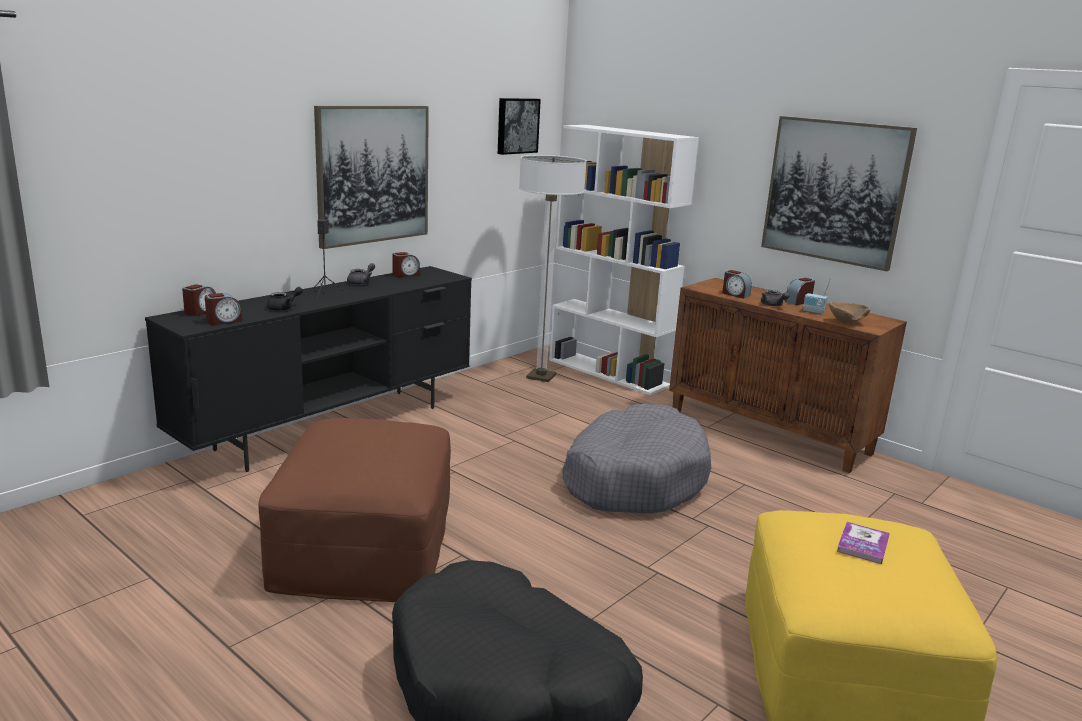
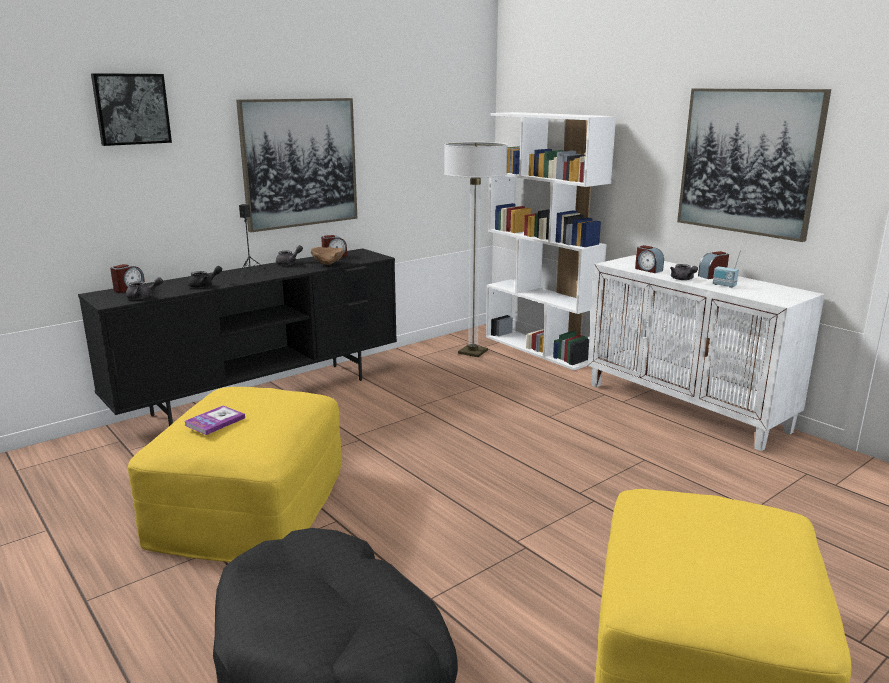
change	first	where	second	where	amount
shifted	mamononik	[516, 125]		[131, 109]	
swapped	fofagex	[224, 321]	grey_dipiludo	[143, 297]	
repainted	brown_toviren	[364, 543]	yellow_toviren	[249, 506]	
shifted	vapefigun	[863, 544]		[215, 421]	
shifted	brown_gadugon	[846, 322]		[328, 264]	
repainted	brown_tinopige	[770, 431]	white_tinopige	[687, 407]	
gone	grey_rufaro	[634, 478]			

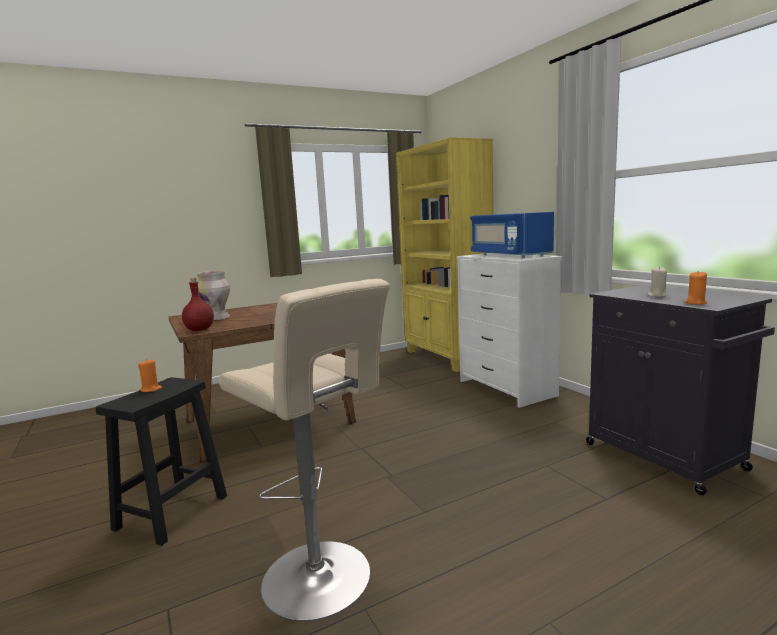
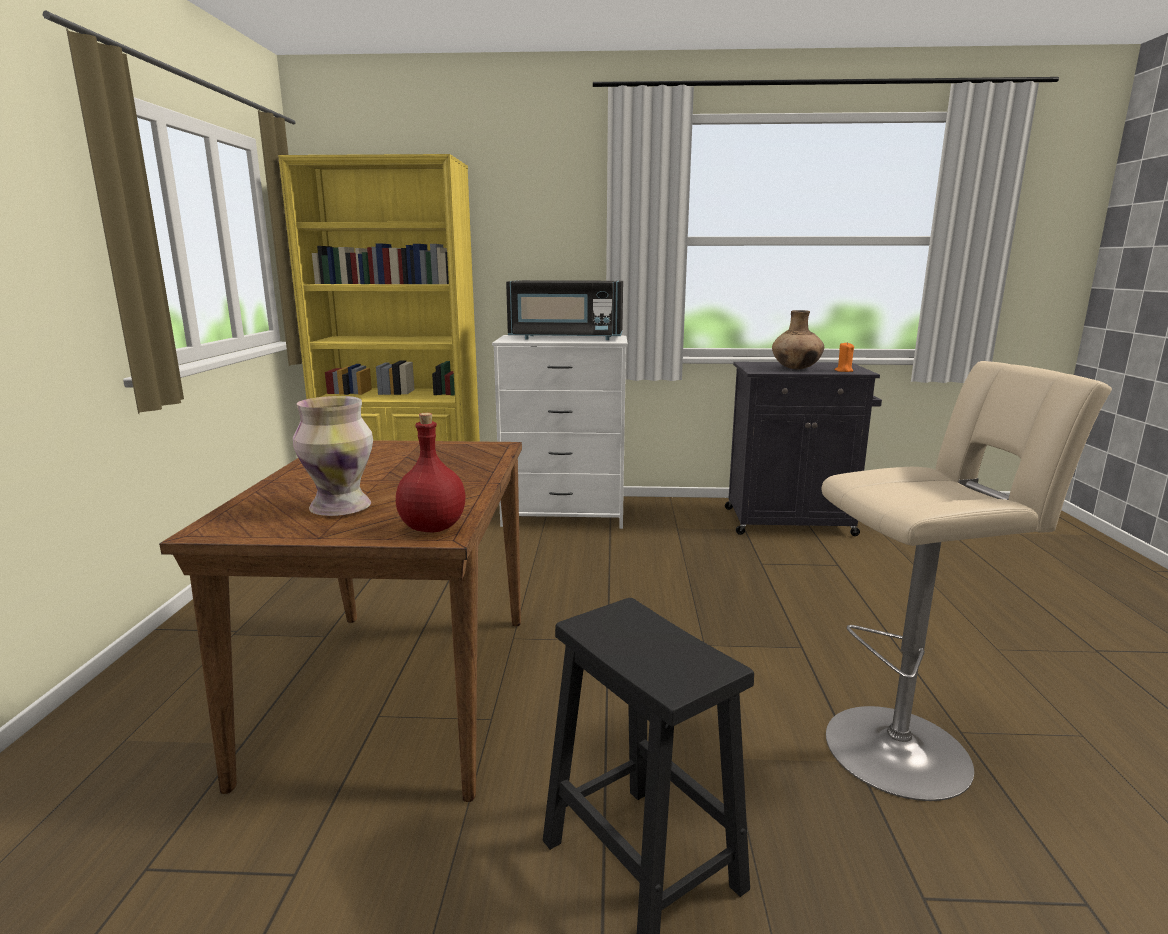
change	first	where	second	where	amount
repainted	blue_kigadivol	[509, 255]	black_kigadivol	[565, 338]	
swapped	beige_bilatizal	[657, 295]	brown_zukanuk	[796, 369]	
gone	orange_bilatizal	[151, 389]			

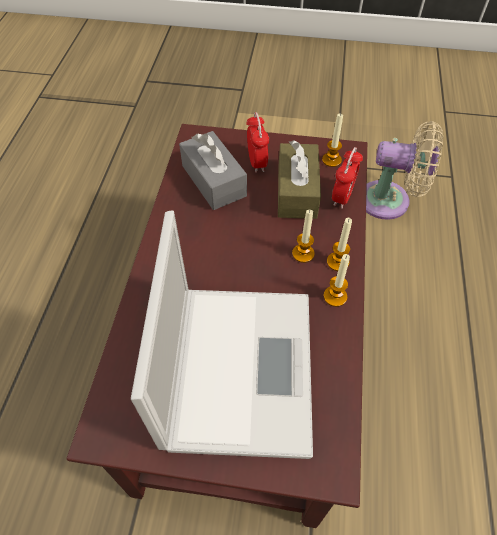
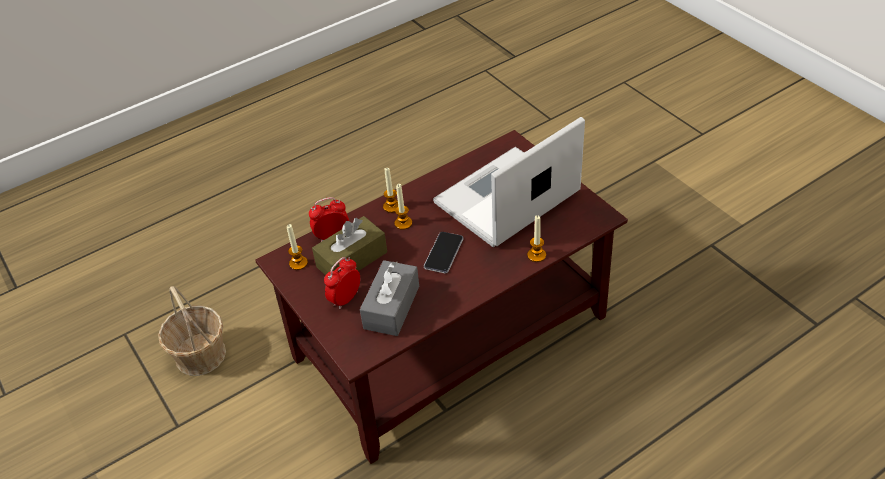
change	first	where	second	where	amount
swapped	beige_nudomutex	[389, 201]	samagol	[200, 355]	
new			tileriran	[443, 253]	
shifted	bilatizal	[335, 296]		[536, 255]	

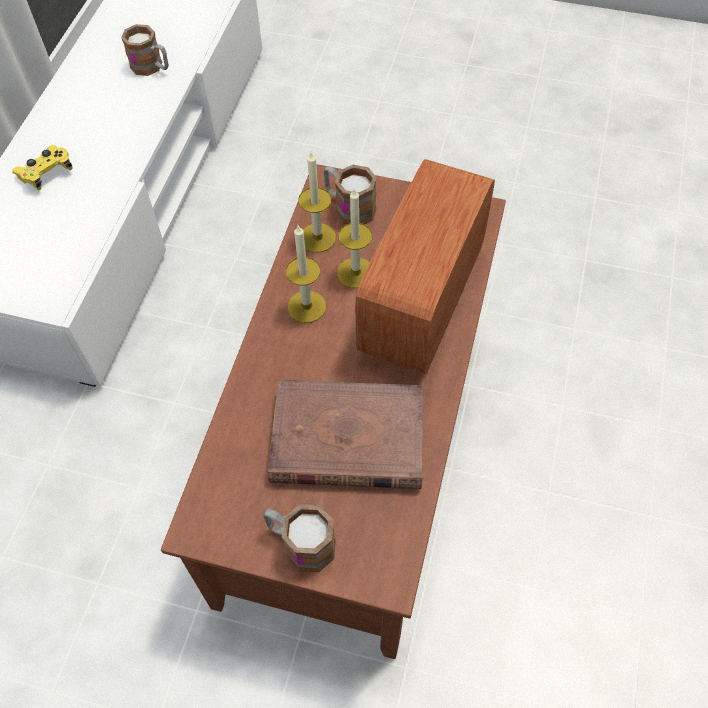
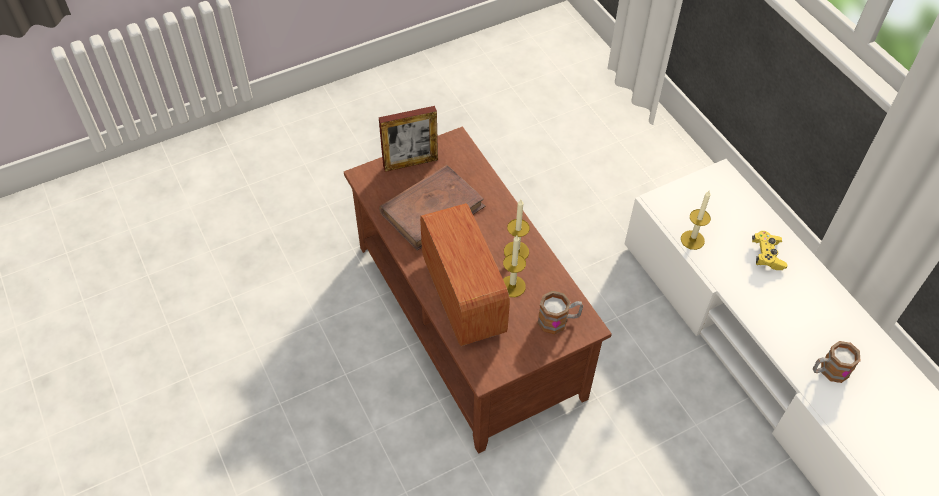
change	first	where	second	where	amount
swapped	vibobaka	[300, 543]	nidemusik	[410, 163]	
shifted	bilatizal	[317, 238]		[692, 240]	

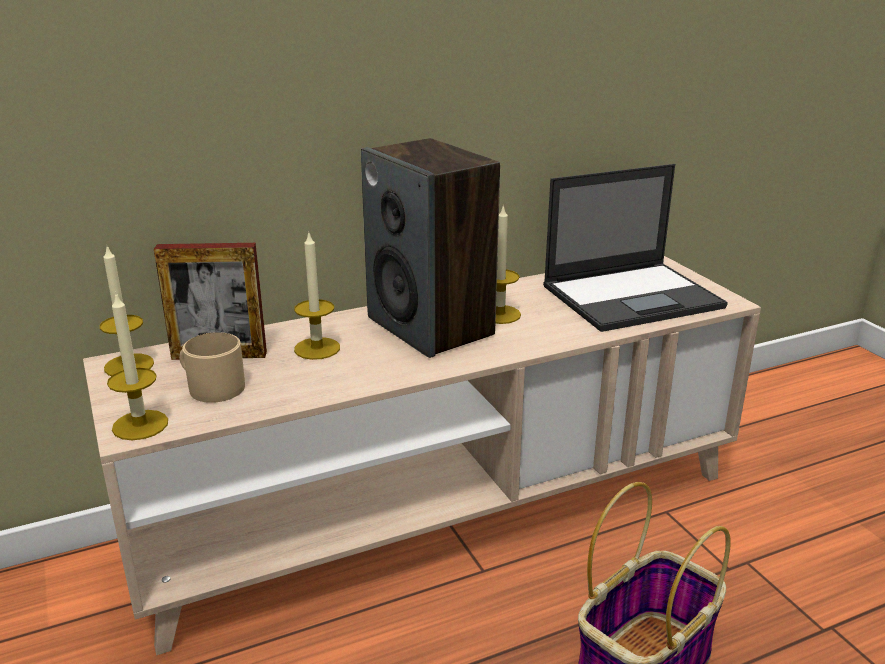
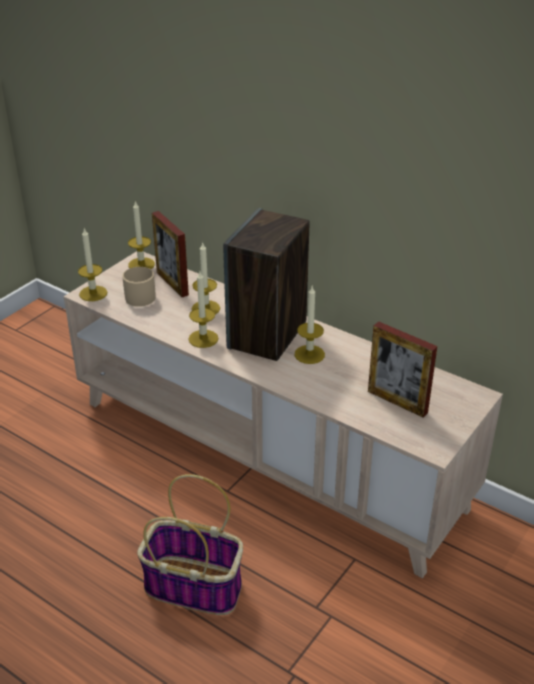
change	first	where	second	where	amount
new			bilatizal	[203, 338]	
swapped	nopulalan	[633, 296]	nidemusik	[397, 402]	

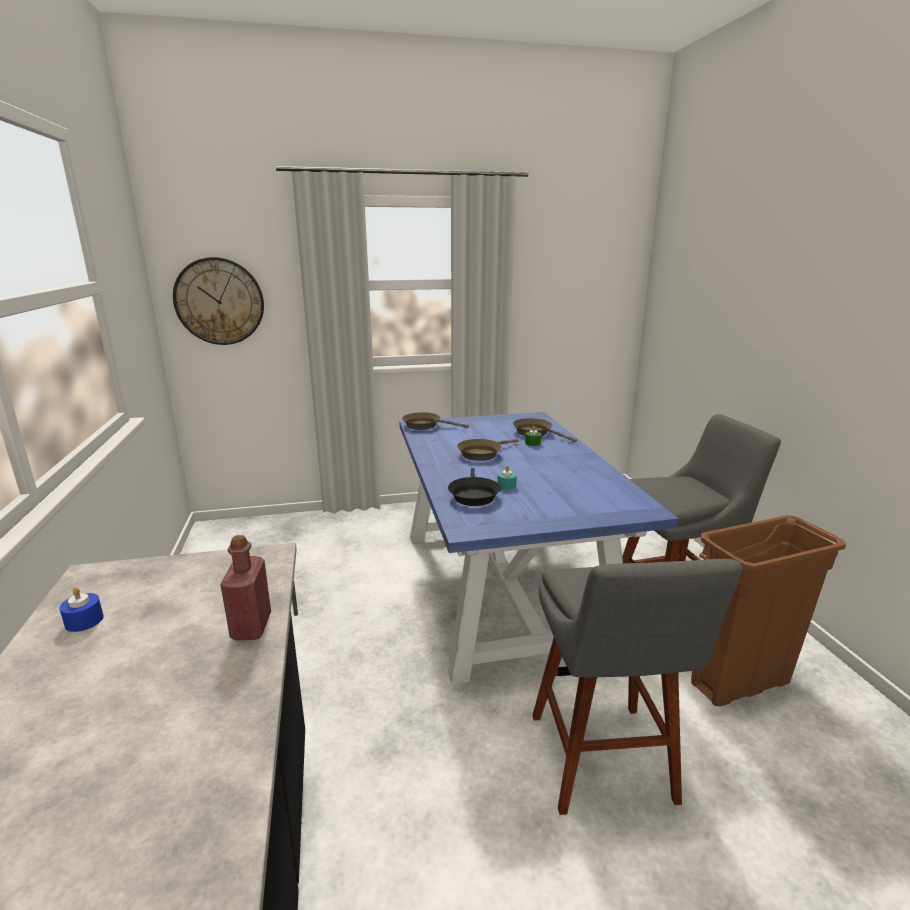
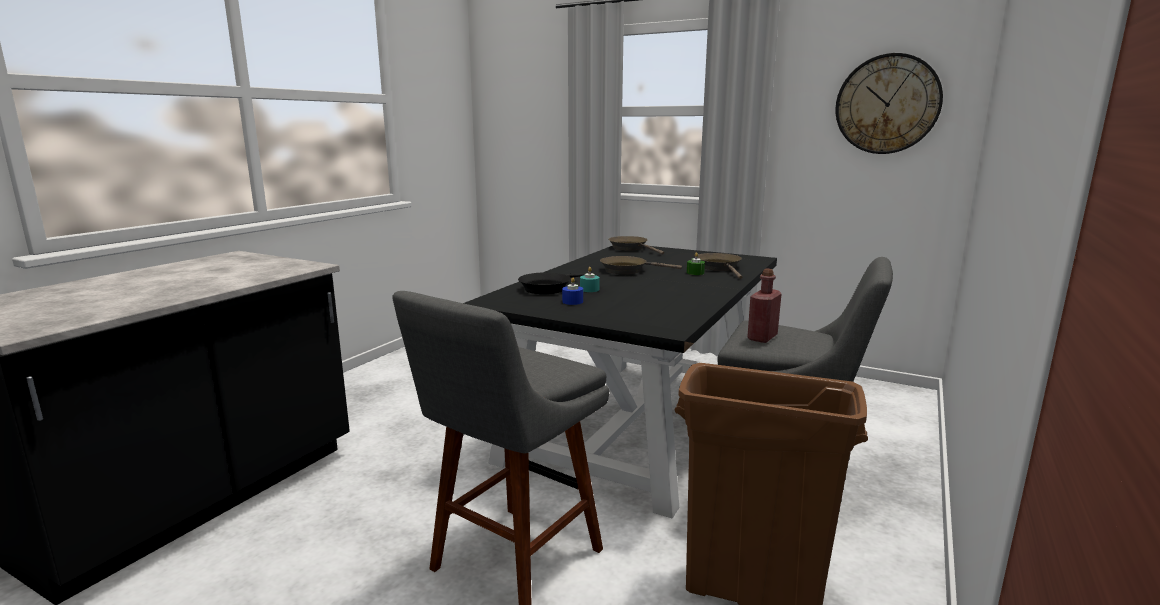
change	first	where	second	where	amount
repainted	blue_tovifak	[502, 585]	black_tovifak	[636, 423]	
shifted	blue_bilatizal	[84, 621]		[572, 301]	
shifted	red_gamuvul	[251, 626]		[762, 337]	
shifted	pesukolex	[219, 301]		[887, 104]	

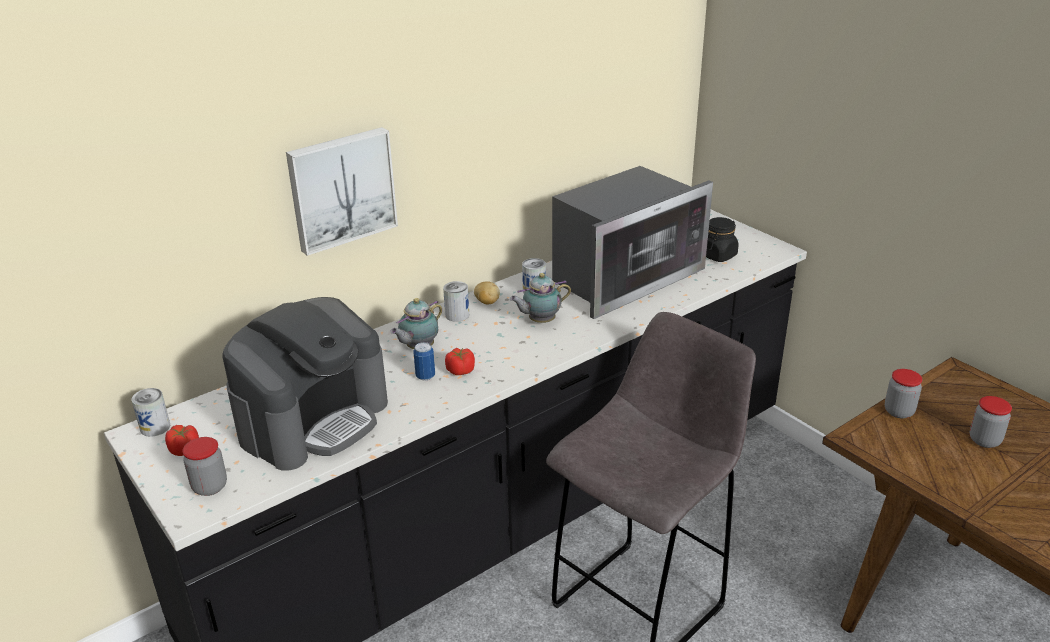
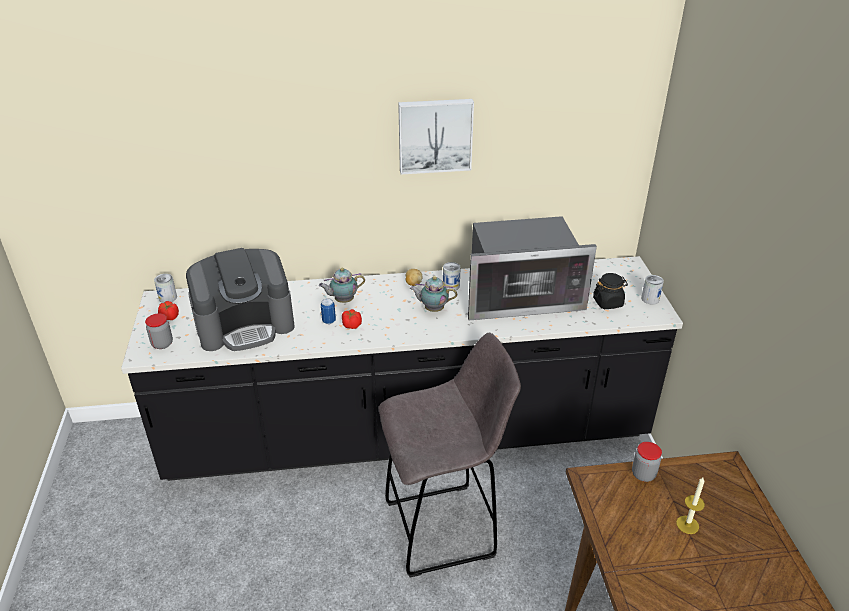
change	first	where	second	where	amount
shifted	mamononik	[341, 189]		[435, 135]	
shifted	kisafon	[457, 315]		[650, 299]	
swapped	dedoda	[984, 440]	bilatizal	[687, 524]	

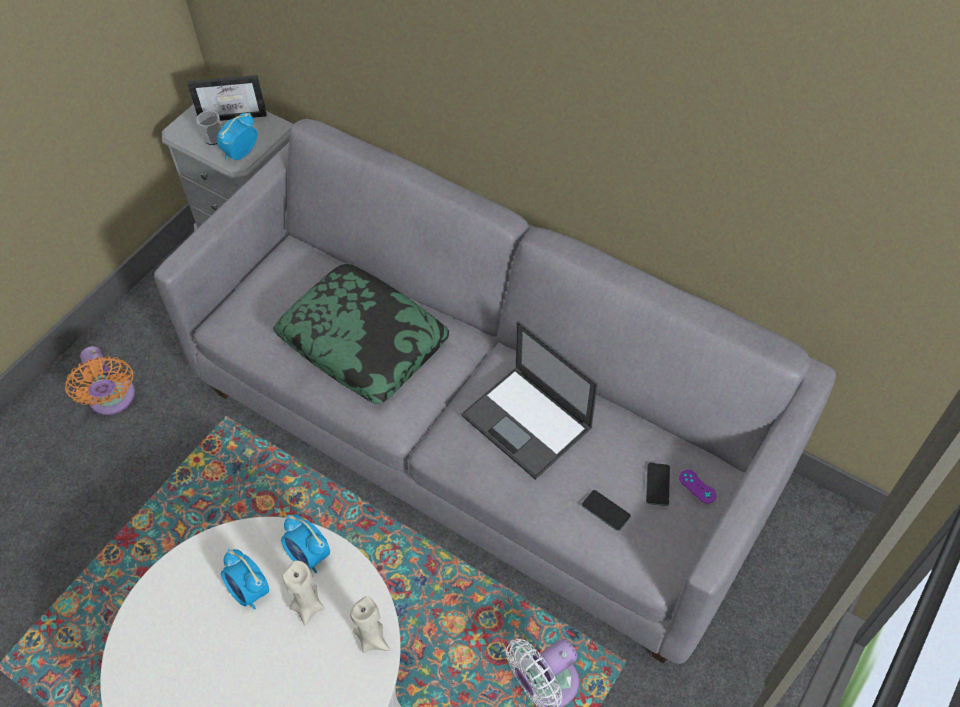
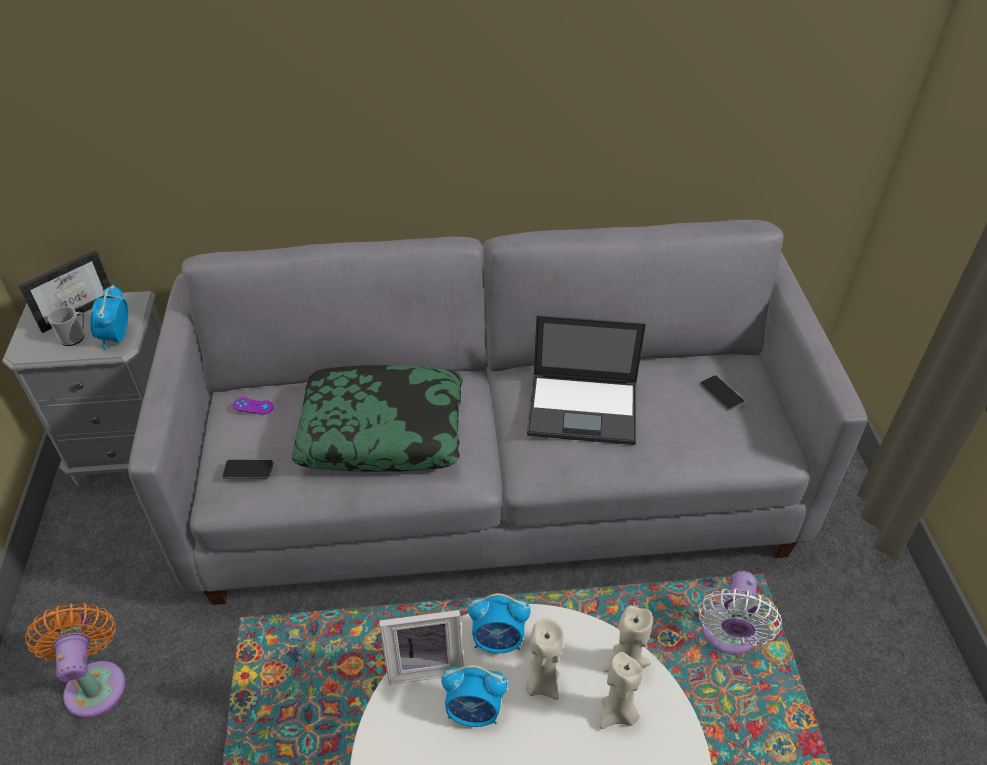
change	first	where	second	where	amount
rotated	orange_nudomutex	[113, 400]		[95, 683]	135 degrees counterclockwise
shifted	tileriran	[605, 510]		[248, 470]	
shifted	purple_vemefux	[697, 486]		[253, 406]	
new			nidemusik	[425, 663]	
new			beige_bilatizal	[618, 714]	

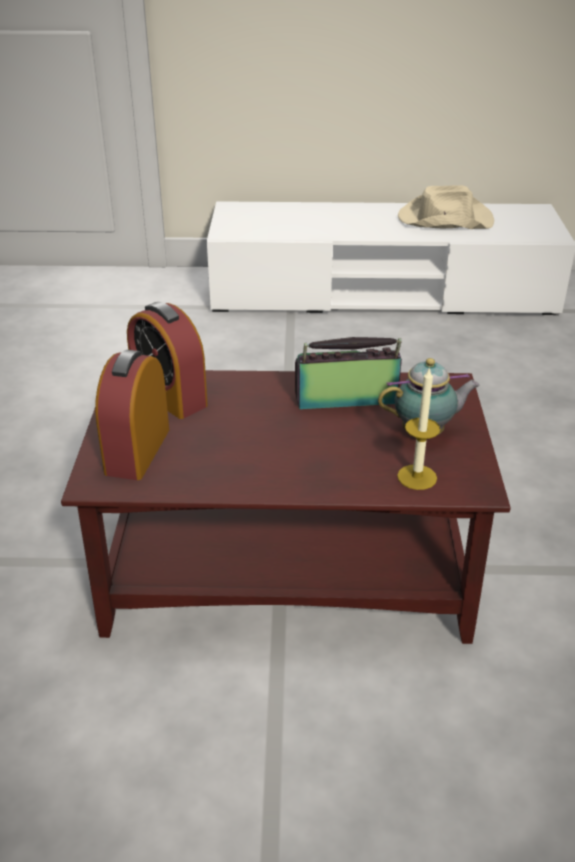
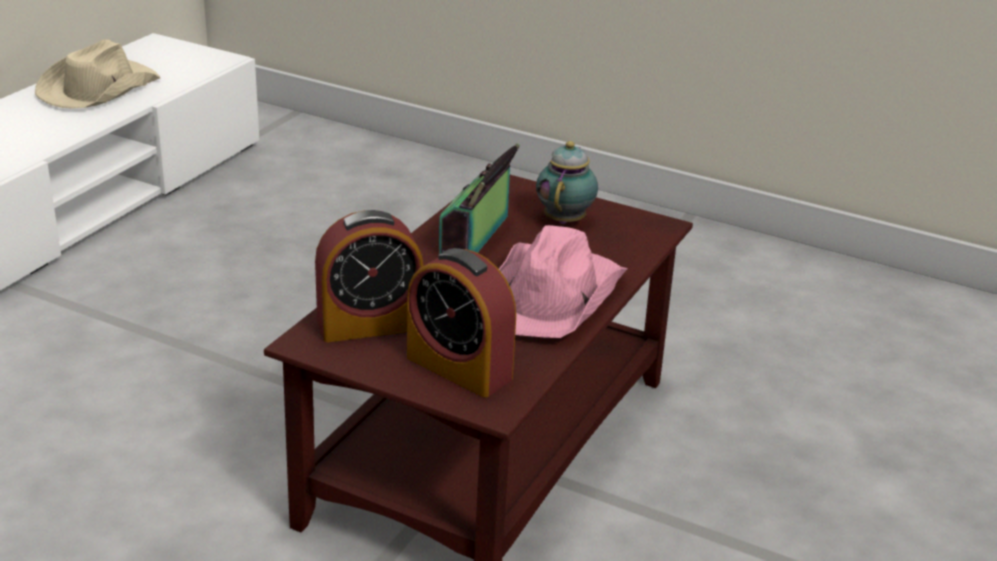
change	first	where	second	where	amount
new			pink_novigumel	[554, 296]	
gone	bilatizal	[417, 477]			

